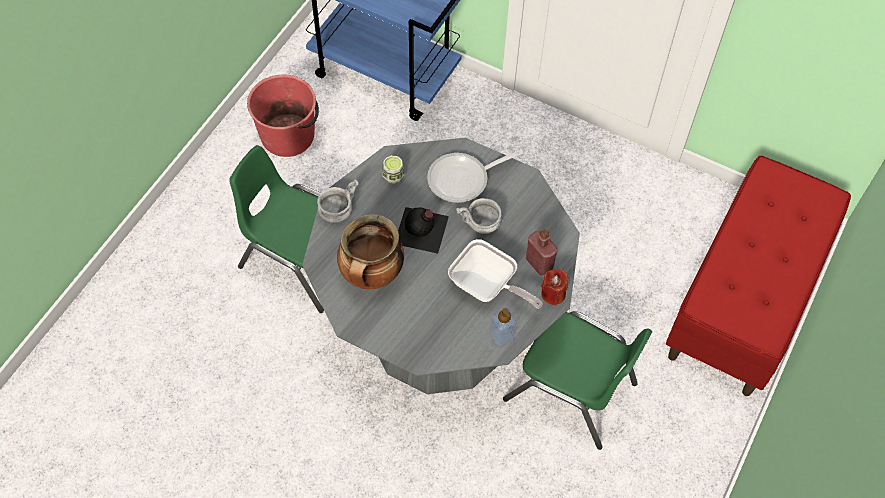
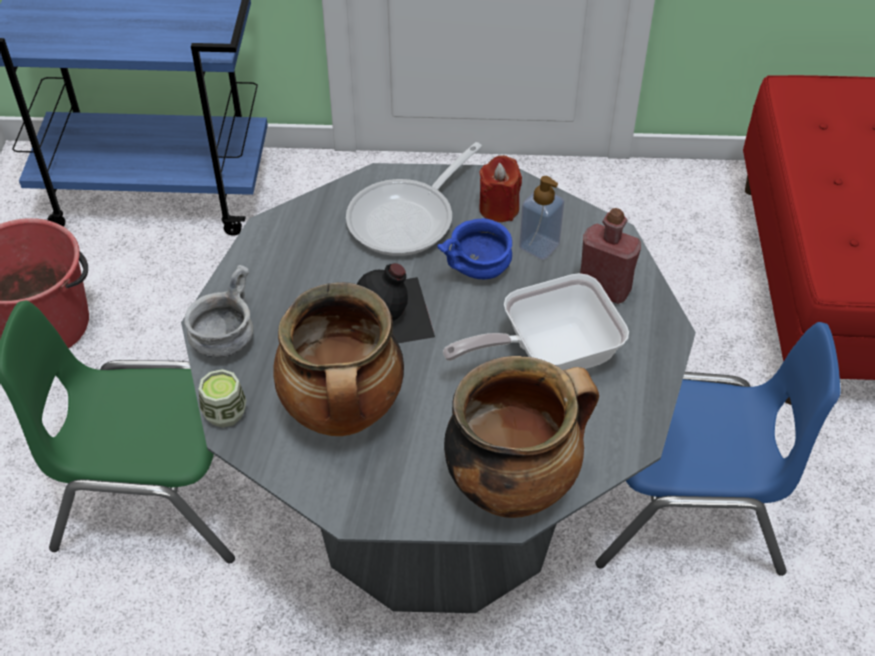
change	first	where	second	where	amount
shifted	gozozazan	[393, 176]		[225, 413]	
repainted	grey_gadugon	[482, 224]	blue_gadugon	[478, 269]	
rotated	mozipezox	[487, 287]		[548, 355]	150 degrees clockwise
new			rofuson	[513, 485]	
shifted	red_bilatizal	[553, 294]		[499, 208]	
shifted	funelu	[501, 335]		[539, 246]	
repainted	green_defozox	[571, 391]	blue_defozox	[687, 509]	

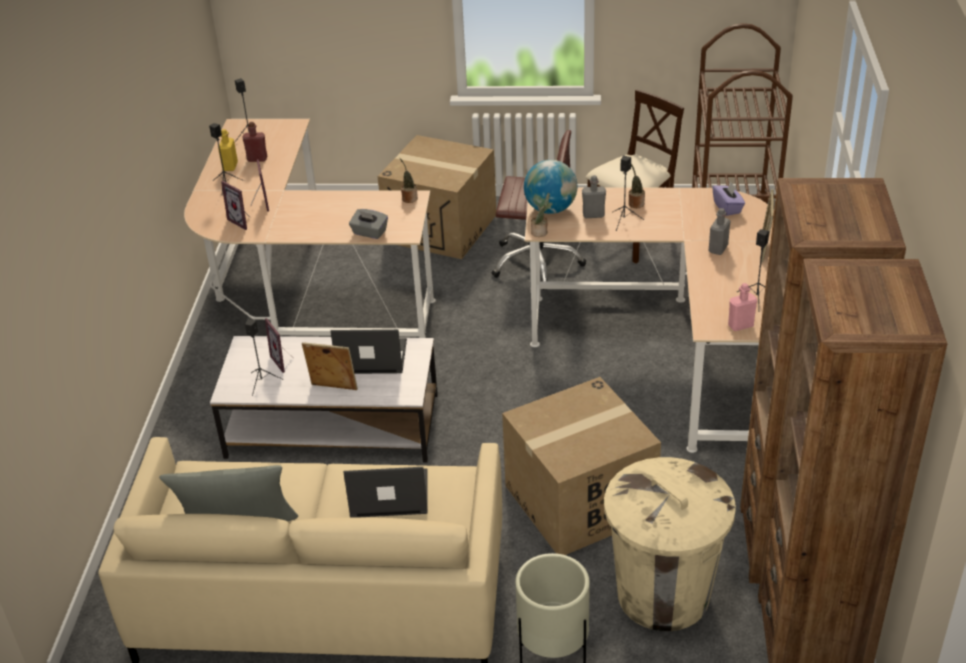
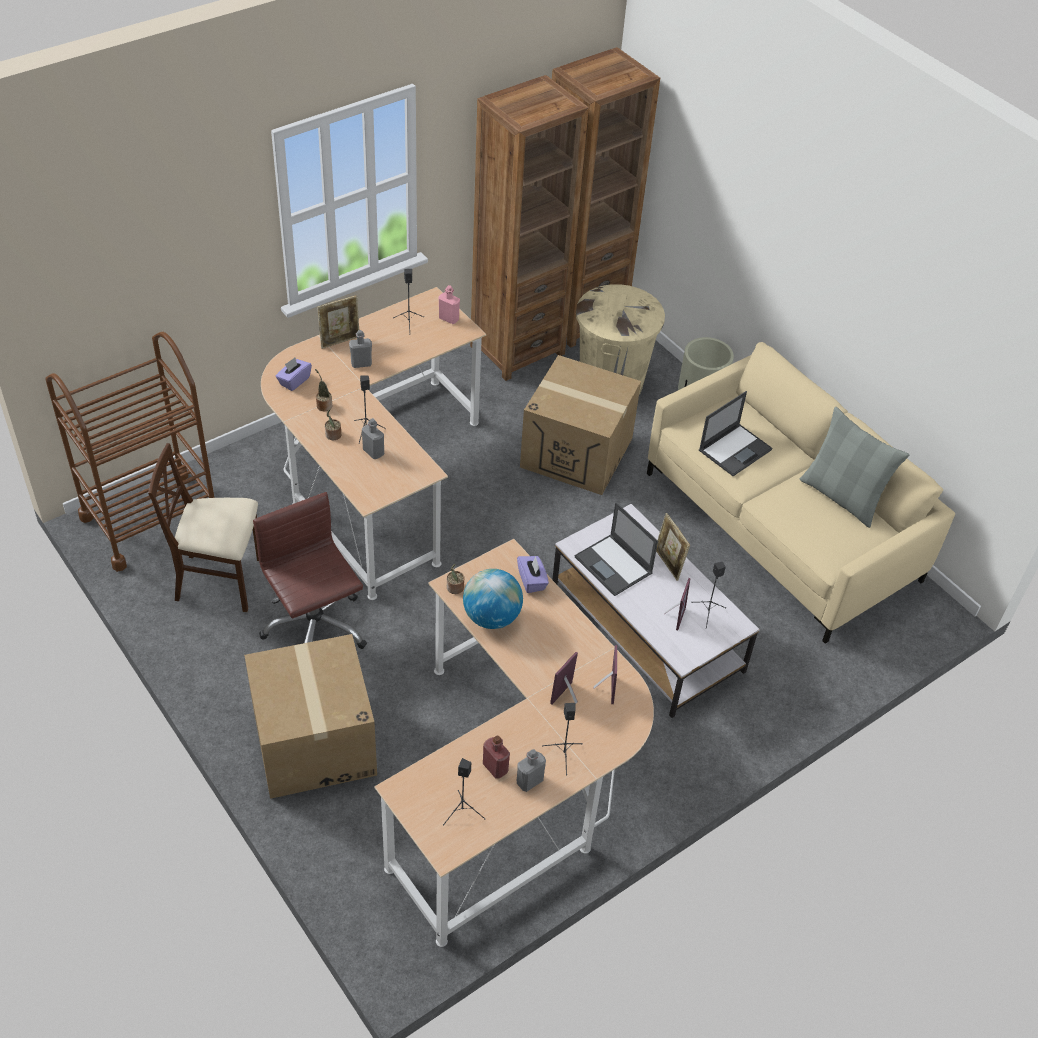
change	first	where	second	where	amount
shifted	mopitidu	[540, 232]		[323, 405]	
shifted	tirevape	[550, 209]		[491, 617]	
repainted	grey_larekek	[369, 233]	purple_larekek	[532, 581]	
repainted	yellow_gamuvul	[230, 166]	grey_gamuvul	[529, 781]	
rotated	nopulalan	[388, 494]		[735, 449]	90 degrees counterclockwise

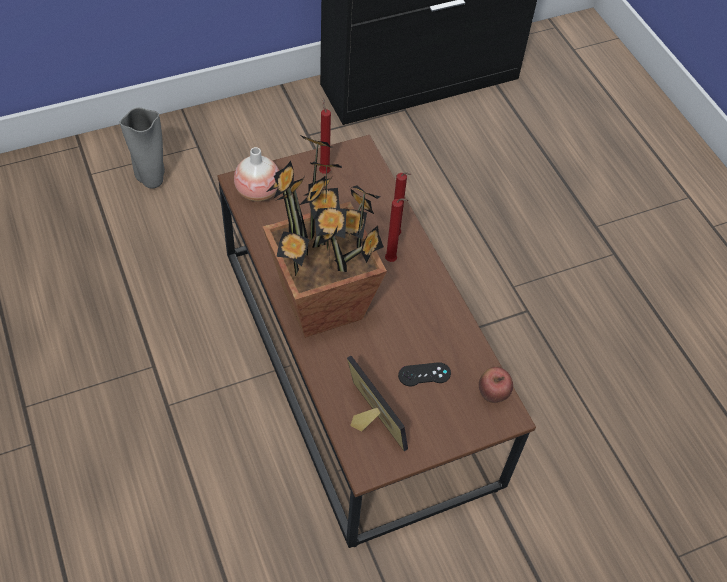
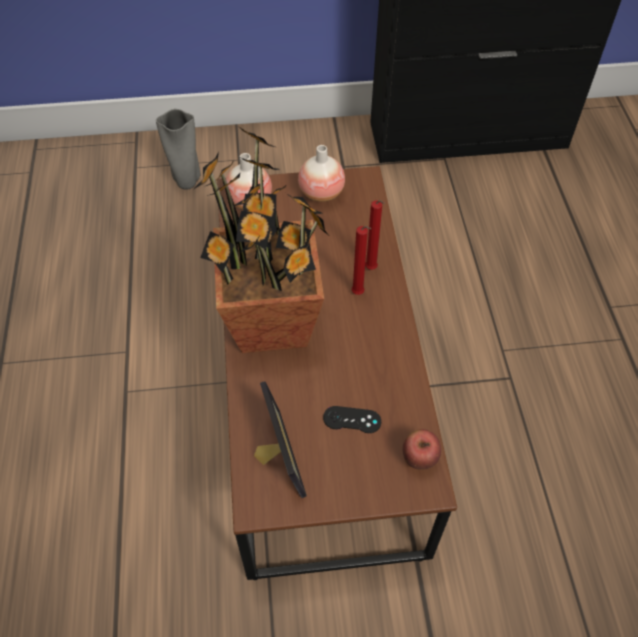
change	first	where	second	where	amount
swapped	red_bilatizal	[324, 171]	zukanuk	[321, 193]	

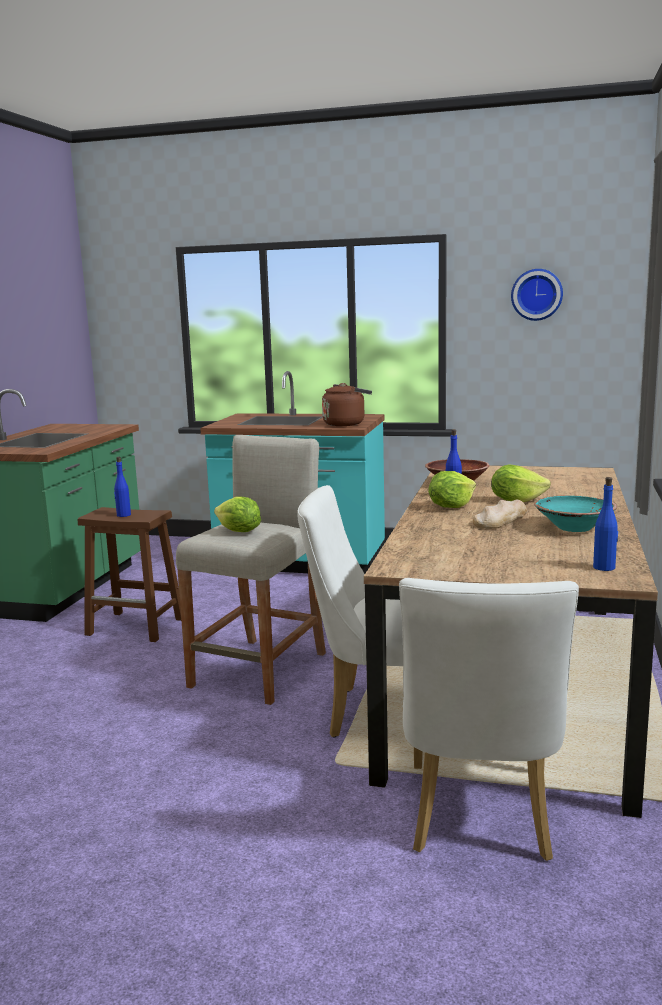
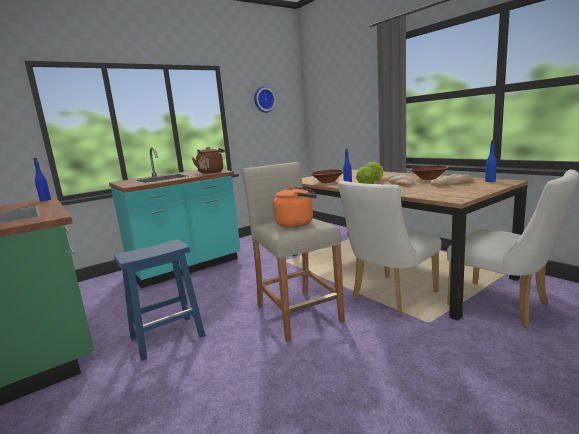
change	first	where	second	where	amount
shifted	blue_gamuvul	[123, 515]		[45, 200]	
repainted	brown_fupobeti	[137, 626]	blue_fupobeti	[168, 336]	
swapped	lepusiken	[238, 532]	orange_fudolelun	[297, 223]	
repainted	turquoise_gadugon	[574, 528]	brown_gadugon	[428, 178]	
new			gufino	[451, 183]	

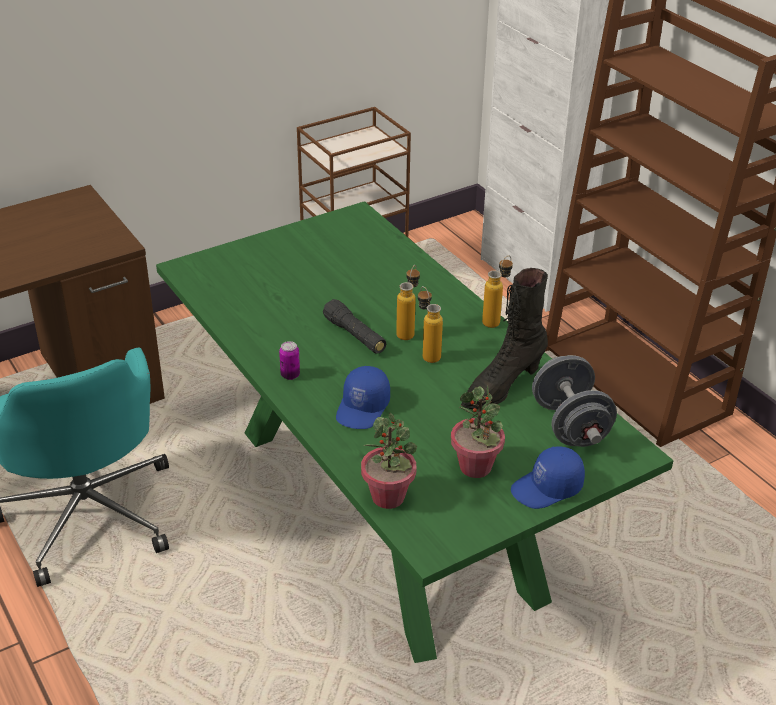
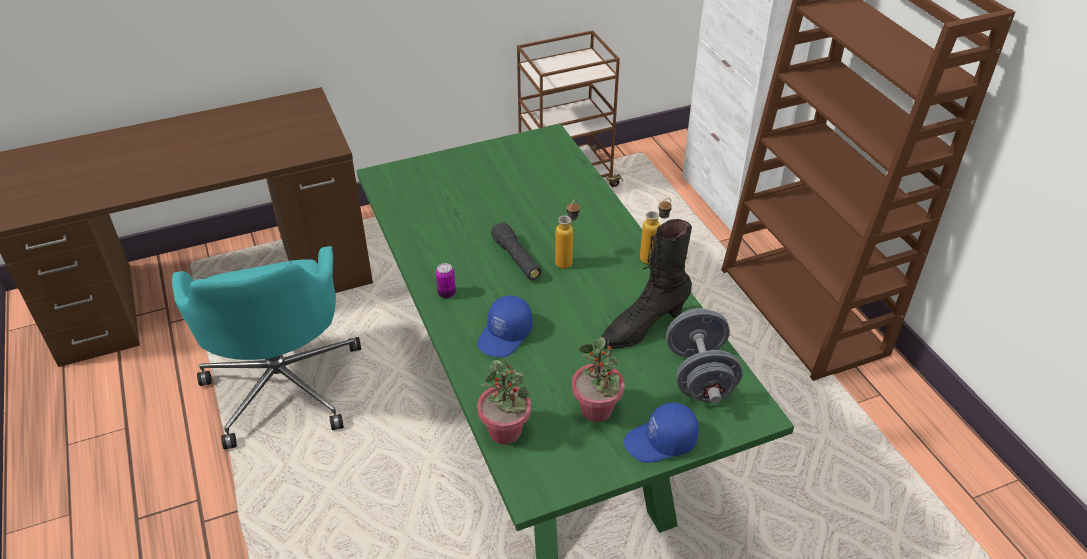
change	first	where	second	where	amount
gone	gamuvul	[427, 354]			

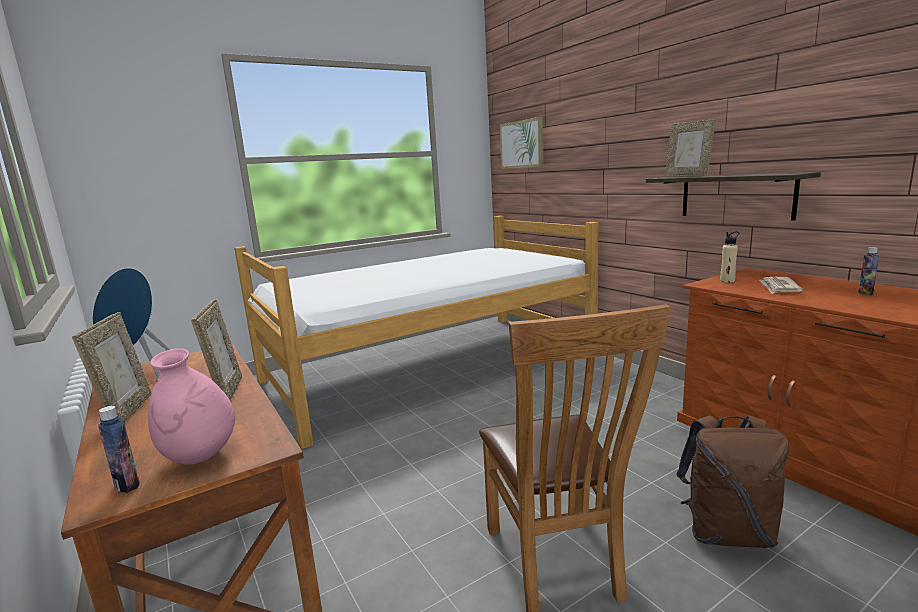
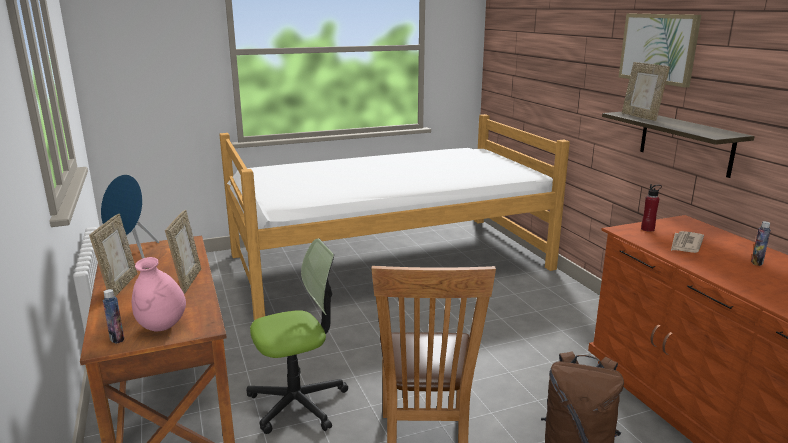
change	first	where	second	where	amount
new			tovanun	[298, 403]	
shifted	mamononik	[522, 144]		[658, 48]	
repainted	beige_gamuvul	[727, 281]	red_gamuvul	[647, 229]	

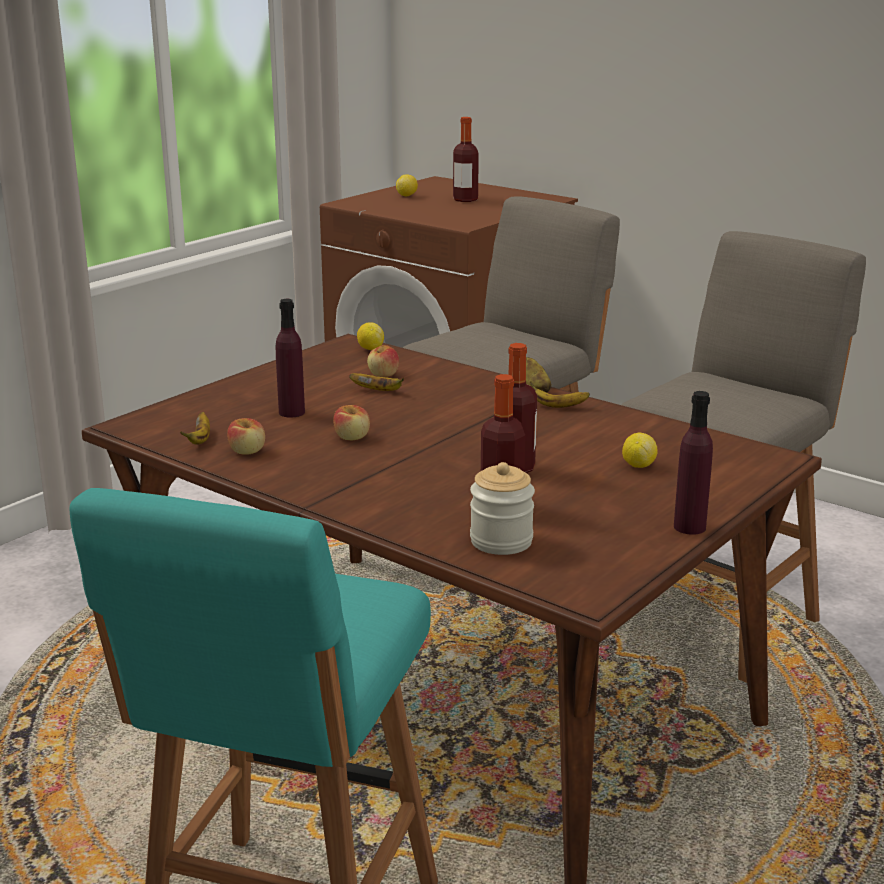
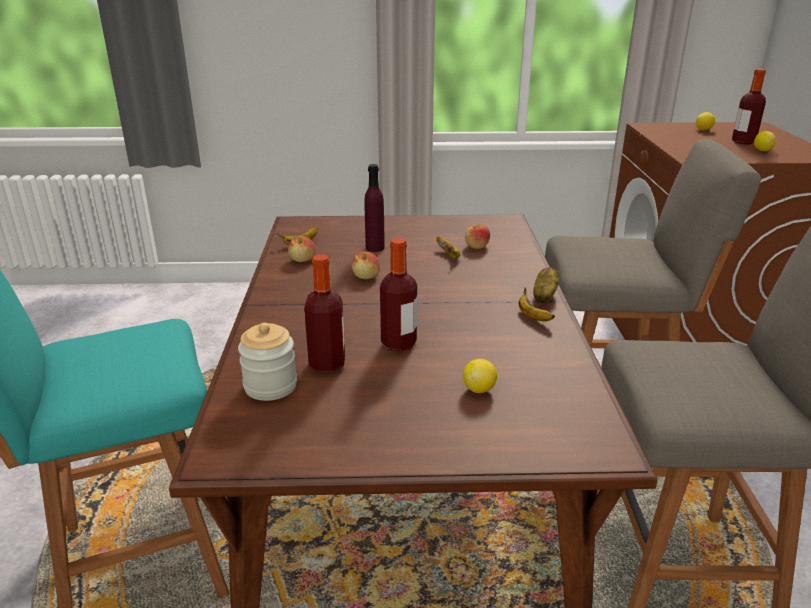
change	first	where	second	where	amount
shifted	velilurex	[370, 349]		[762, 150]	
gone	purple_gamuvul	[689, 527]			

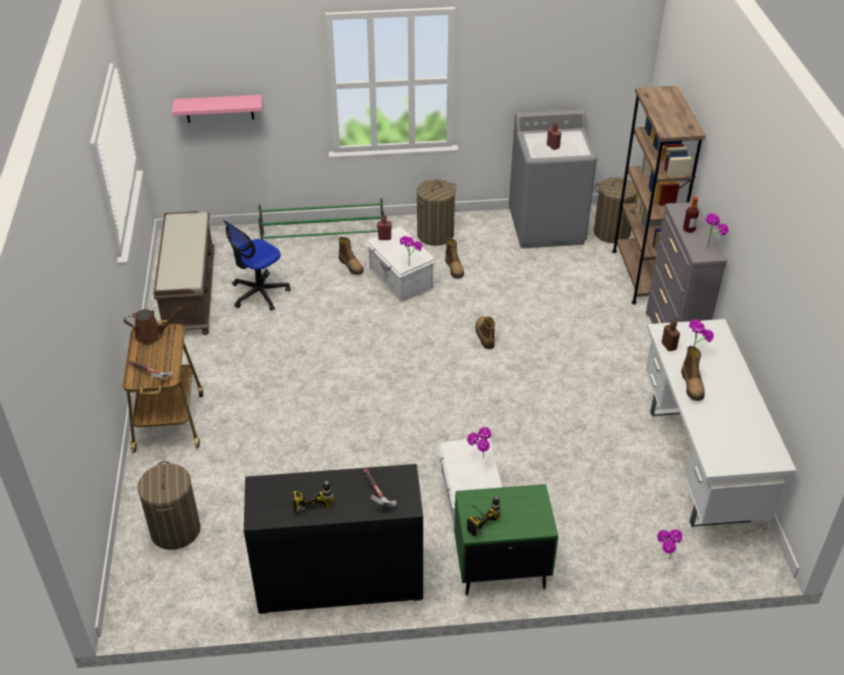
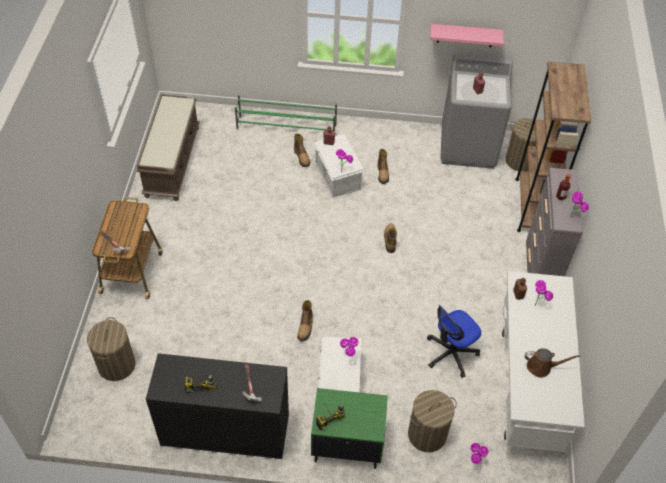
change	first	where	second	where	amount
shifted	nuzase	[692, 385]		[305, 327]	
shifted	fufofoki	[435, 235]		[427, 434]	
shifted	tovanun	[259, 293]		[451, 353]	
shifted	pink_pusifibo	[219, 108]		[465, 35]	
shifted	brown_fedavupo	[152, 335]		[541, 367]	

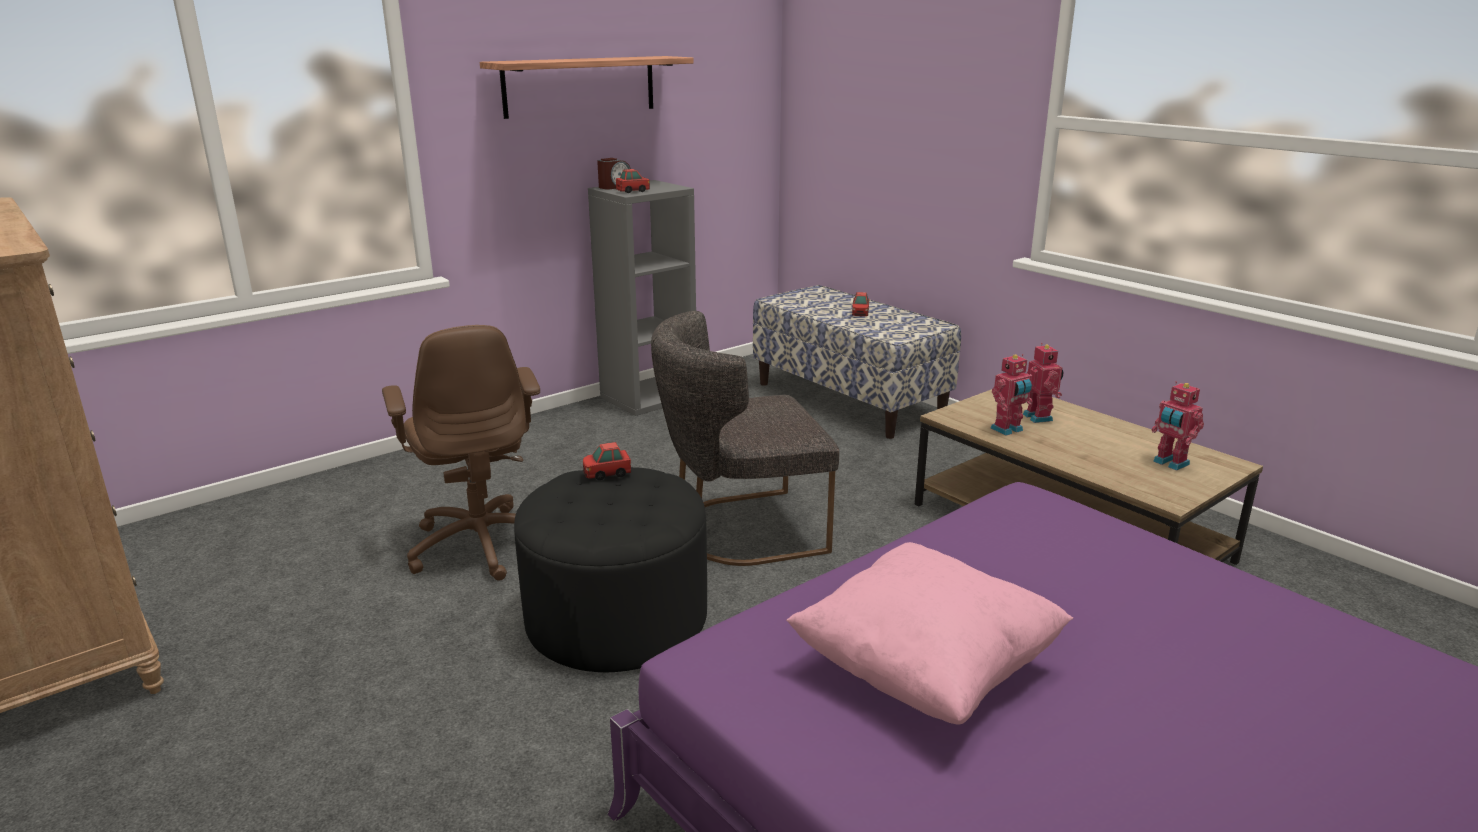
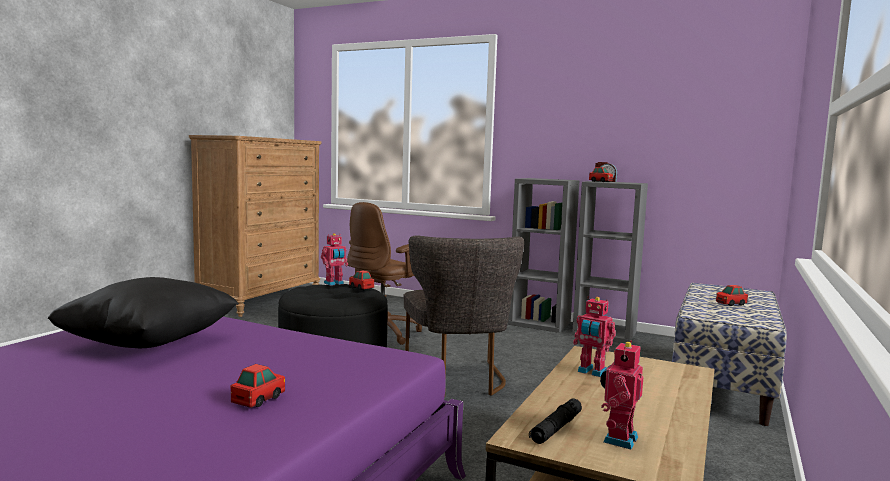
change	first	where	second	where	amount
repainted	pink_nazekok	[925, 671]	black_nazekok	[149, 344]	
new			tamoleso	[259, 399]	
shifted	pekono	[1039, 417]		[334, 283]	
rotated	grey_defozox	[740, 531]		[458, 381]	150 degrees counterclockwise
new			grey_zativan	[540, 323]	
new			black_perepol	[556, 428]	
gone	pusifibo	[580, 86]			

